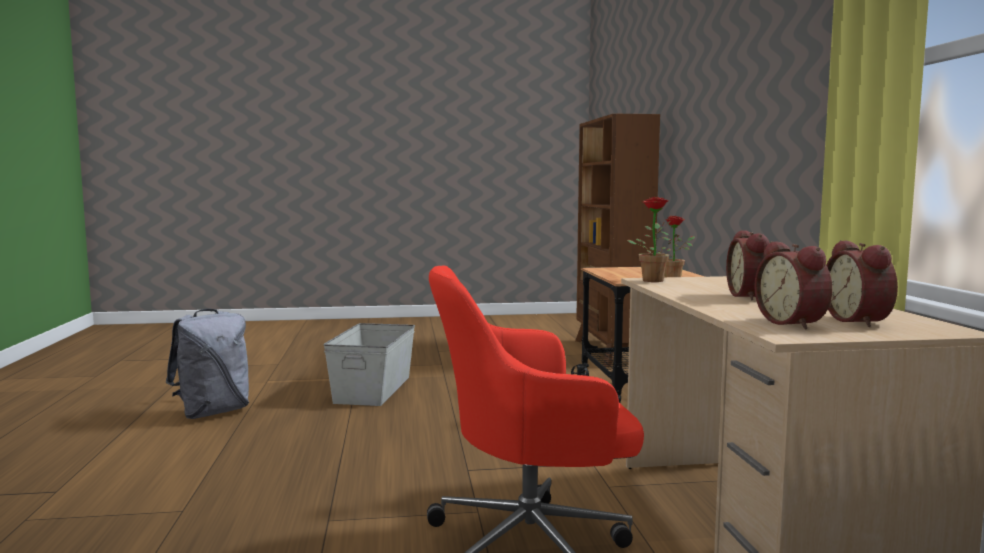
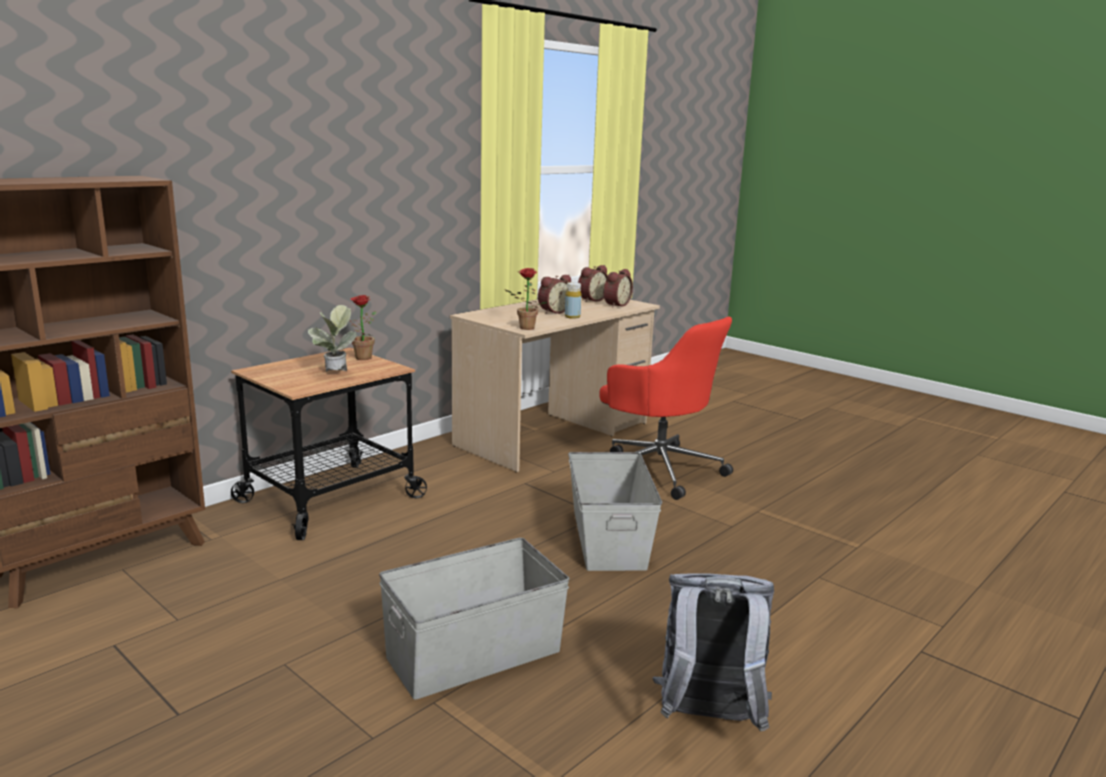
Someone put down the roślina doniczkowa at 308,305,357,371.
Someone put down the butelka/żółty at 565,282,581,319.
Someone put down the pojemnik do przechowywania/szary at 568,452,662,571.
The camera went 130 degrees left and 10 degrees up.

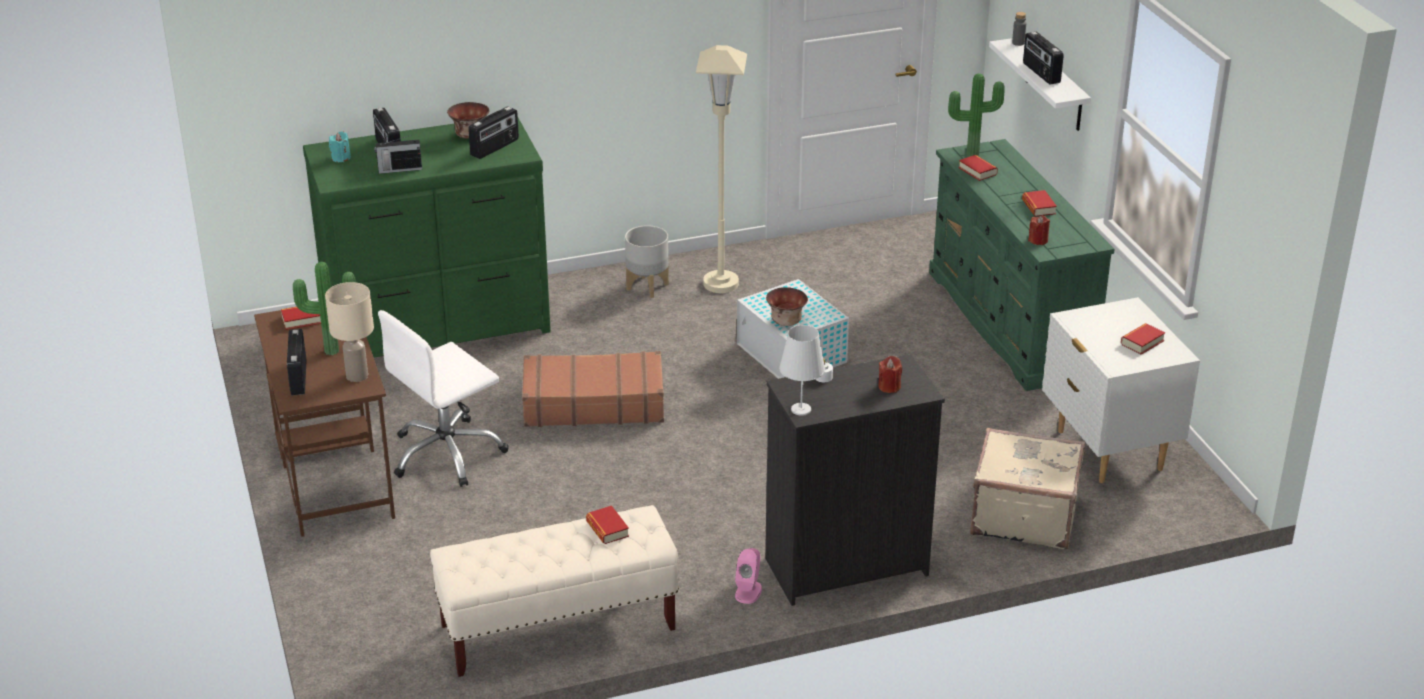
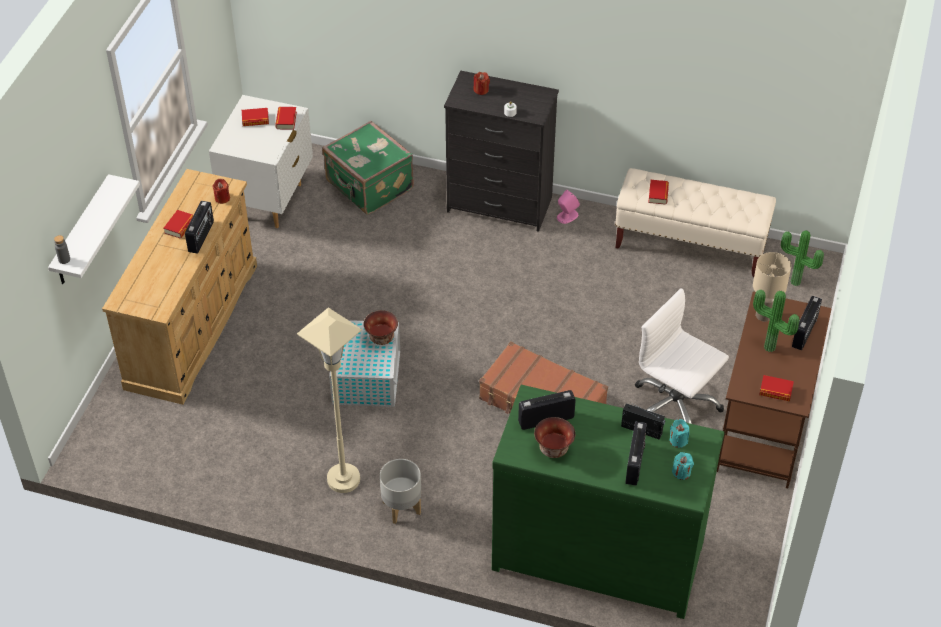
Someone took away the lampa stołowa/biały at 779,325,825,416.
Someone put down the świeca/turkusowy at 670,419,689,448.
Someone carried the roślina doniczkowa from 948,74,1005,157 to 781,230,824,286.
Someone carried the książka from 959,155,998,181 to 275,107,297,130.
Someone carried the radio from 1023,32,1064,85 to 185,201,214,254.
Someone repainted the komoda/zielony at 929,139,1115,391, which became the komoda/beżowy at 102,169,257,405.
Someone repainted the walizka/beżowy at 970,428,1085,549, which became the walizka/zielony at 322,121,414,215.
Someone rotated the krzesło biurowe/biały at 378,310,508,487 by 135 degrees counterclockwise.
The camera went 145 degrees left and 15 degrees up.

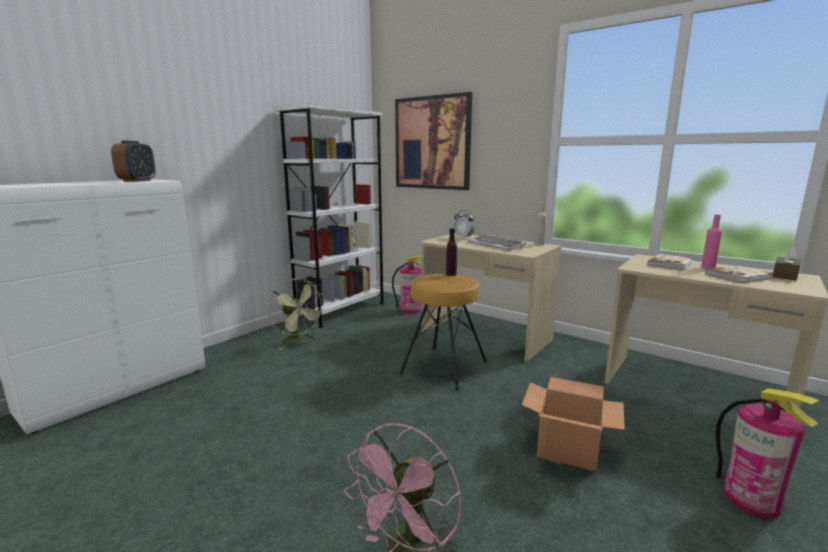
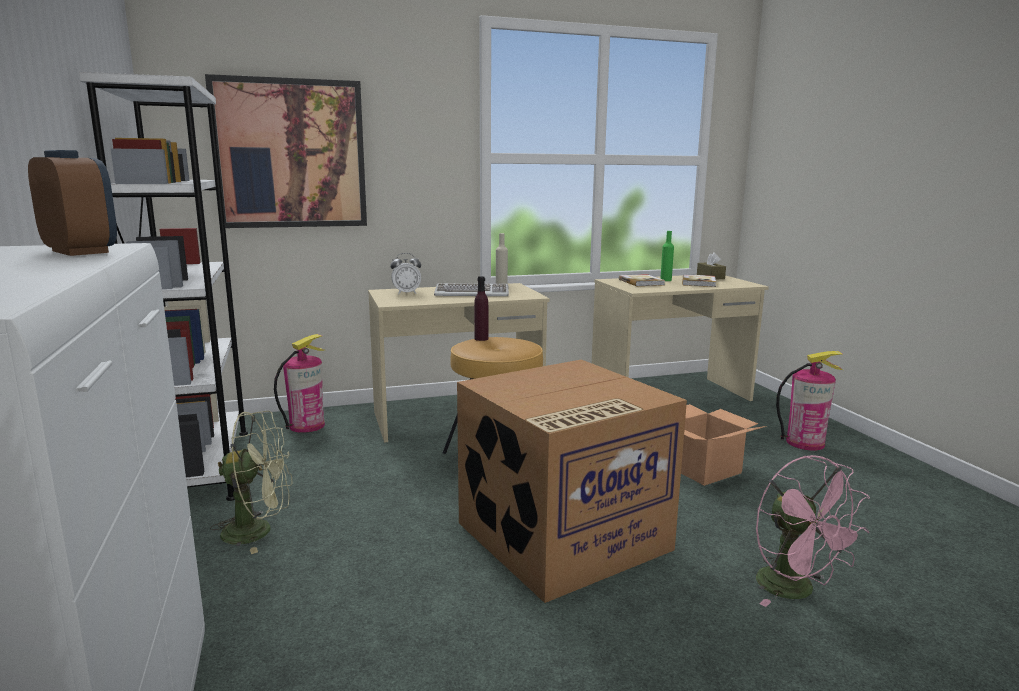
Someone put down the karton at 457,360,687,603.
Someone repainted the butelka/różowy at 701,214,722,269, which became the butelka/zielony at 660,231,674,281.
The camera went 55 degrees left and 0 degrees up.

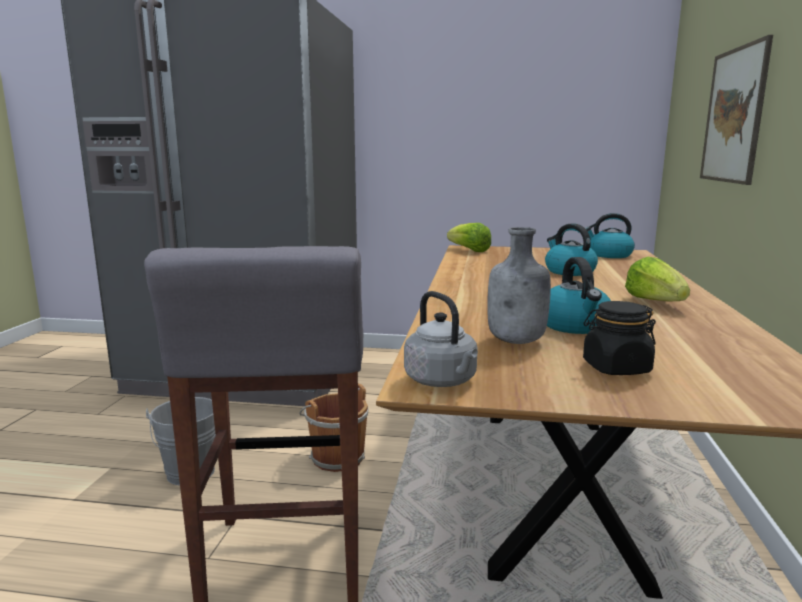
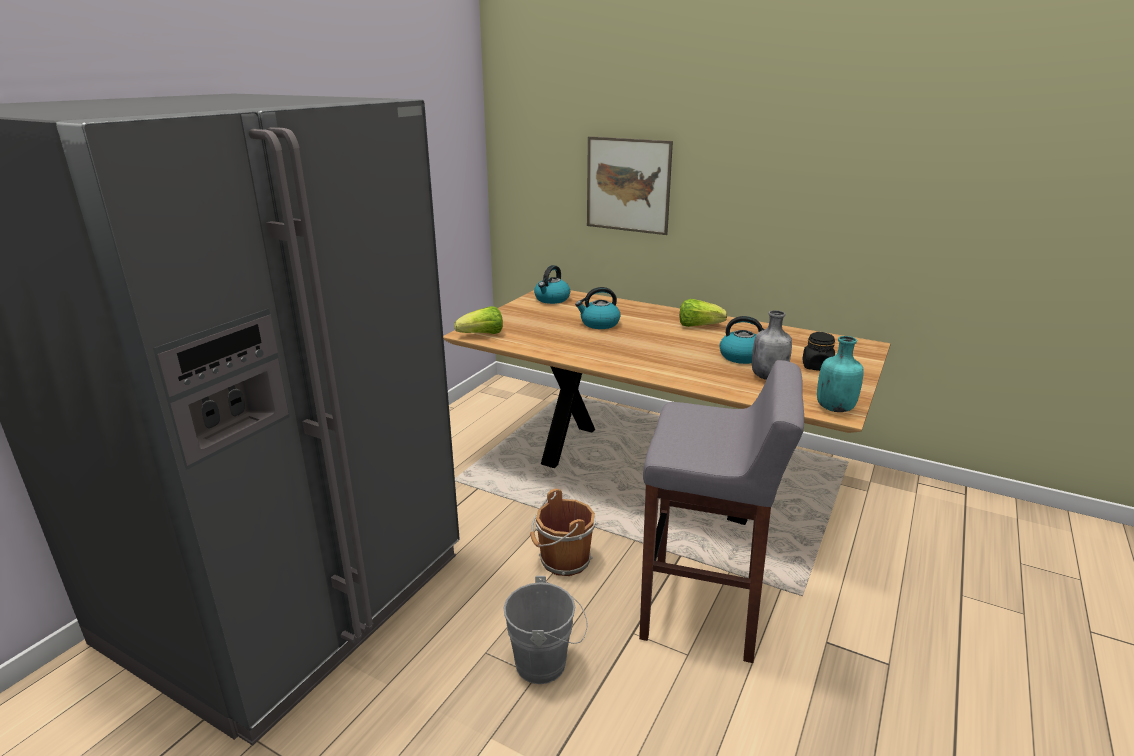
Someone swapped the czajnik/szary at 404,291,478,387 for the butelka/turkusowy at 817,336,864,412.
The camera went 70 degrees left and 10 degrees up.

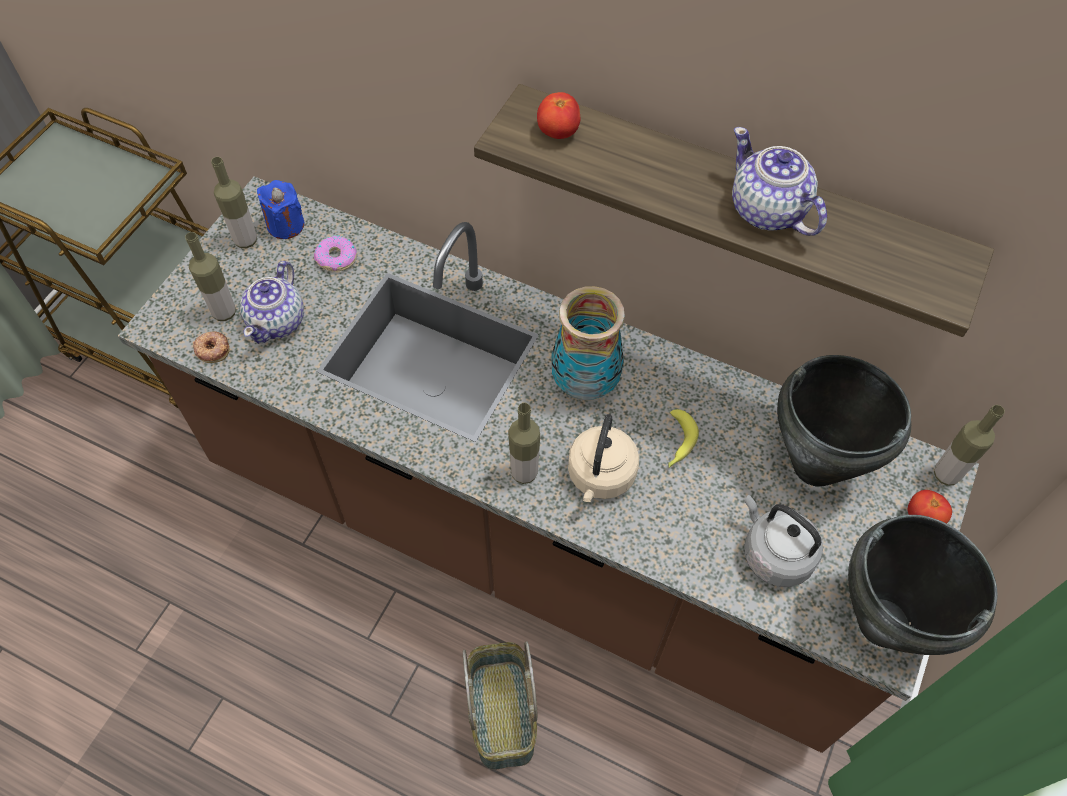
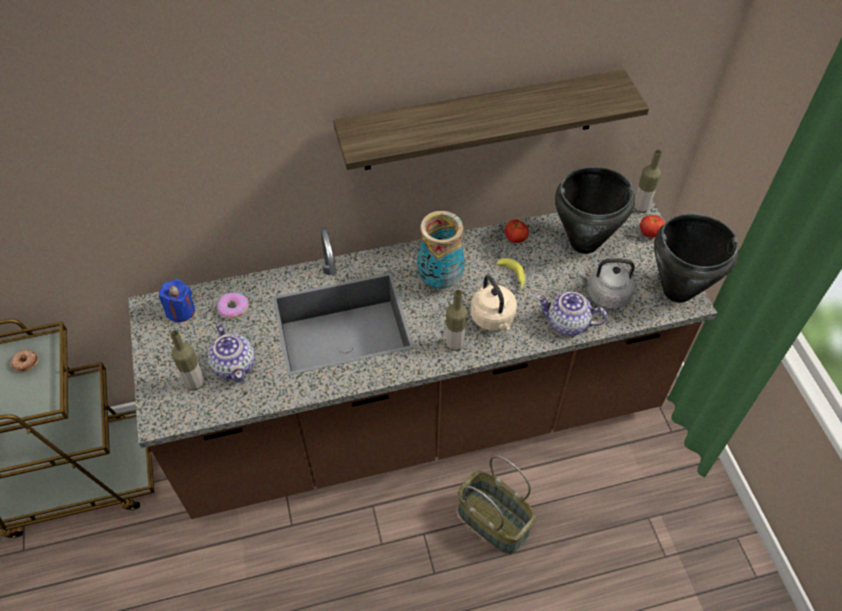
Someone took away the butelka at 211,157,257,248.
Someone carried the donut from 193,331,230,363 to 10,350,38,372.
Someone carried the pomidor from 537,92,580,139 to 505,219,529,243.
Someone carried the imbryk from 732,127,827,236 to 536,291,607,336.
The camera went 40 degrees left and 5 degrees down.

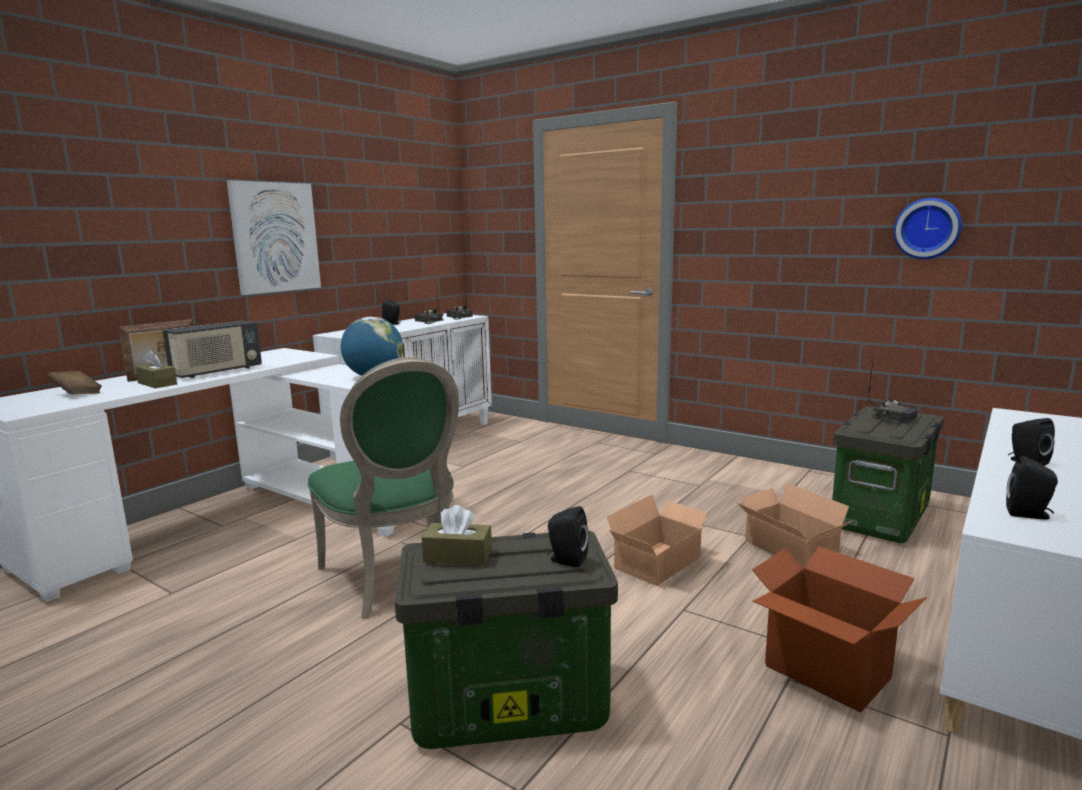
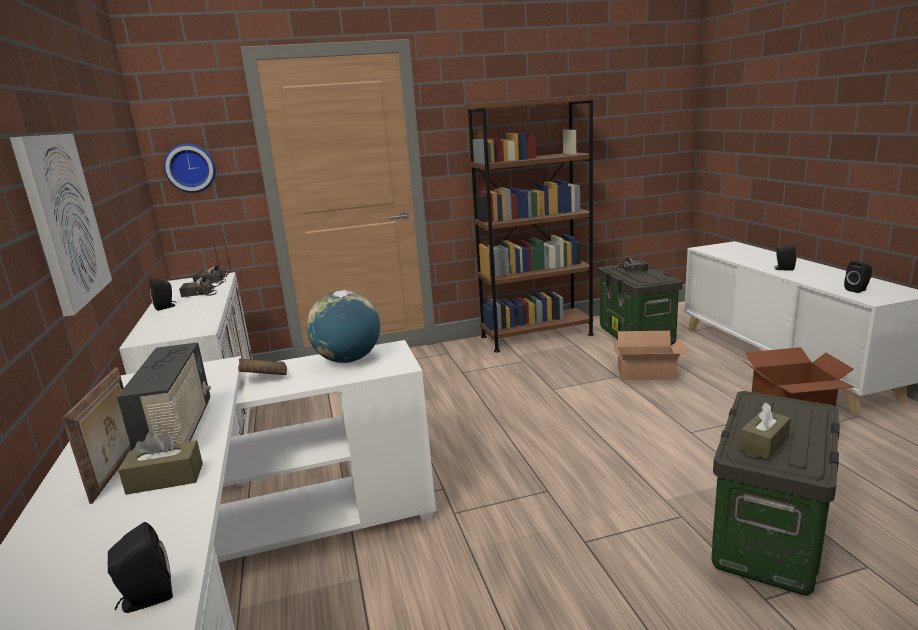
Someone took away the krzesło/zielony at 307,357,459,618.
Someone took away the karton at 607,494,715,586.
Someone put down the regał/brązowy at 465,95,596,353.
Someone carried the książka/brązowy from 48,371,102,394 to 238,358,287,375.
Someone carried the głośnik/czarny from 547,506,589,567 to 108,522,173,613.
Someone carried the zegar ścienny from 894,198,962,259 to 164,143,216,193.
The camera went 50 degrees left and 5 degrees up.

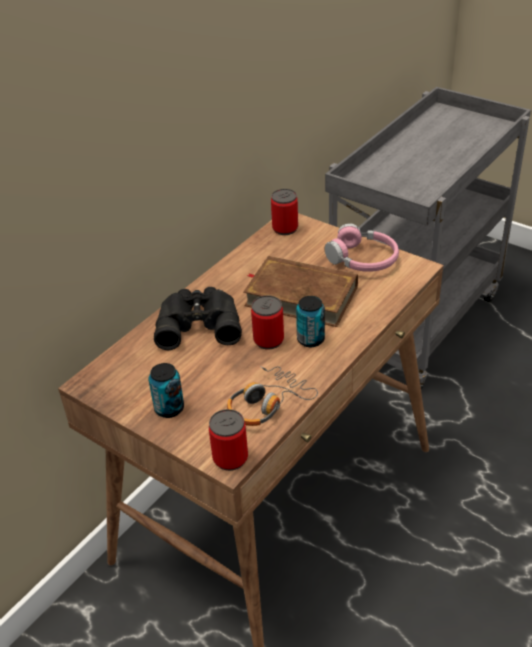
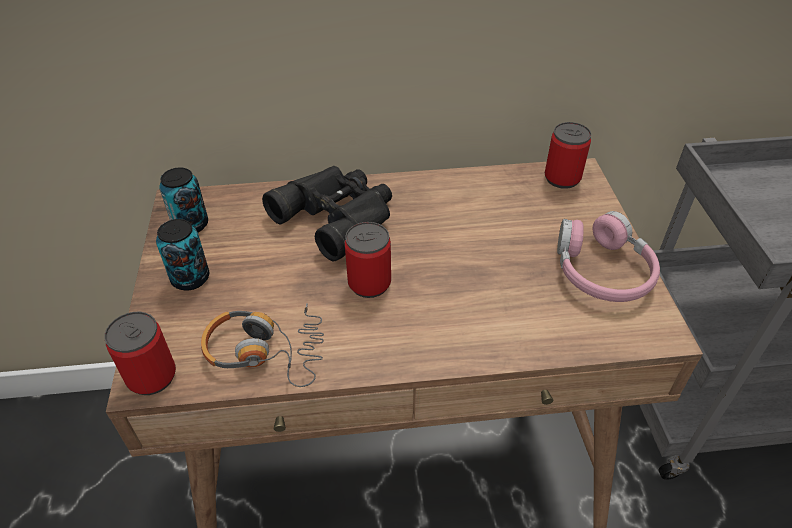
Someone took away the książka/brązowy at 243,256,358,327.
Someone carried the puszka from 296,296,325,347 to 159,167,208,232.
The camera went 45 degrees right and 5 degrees up.

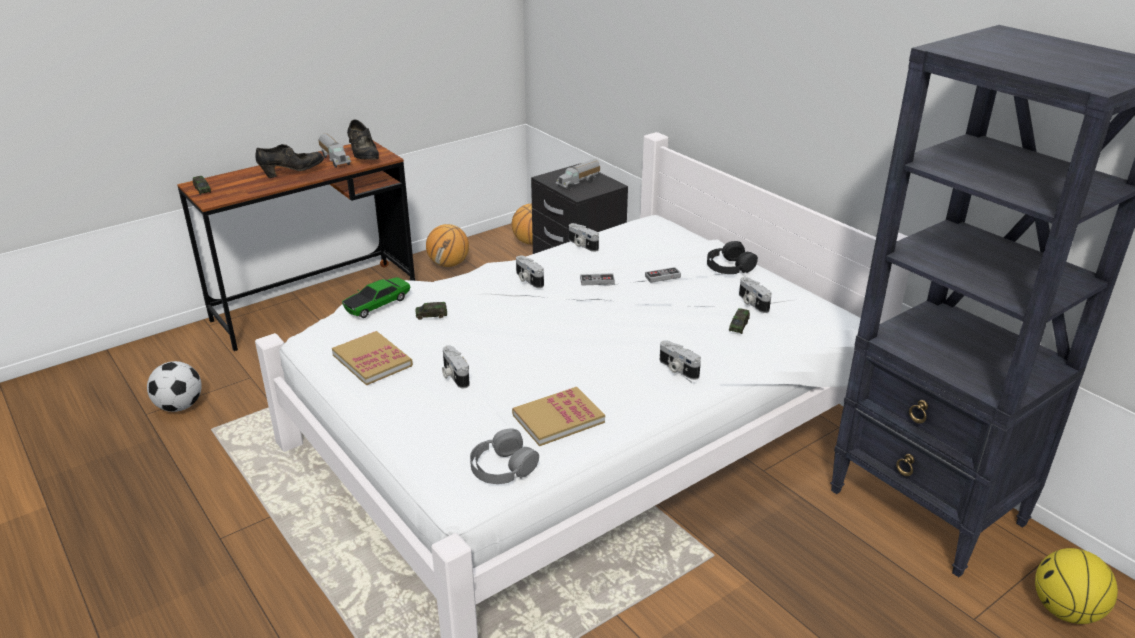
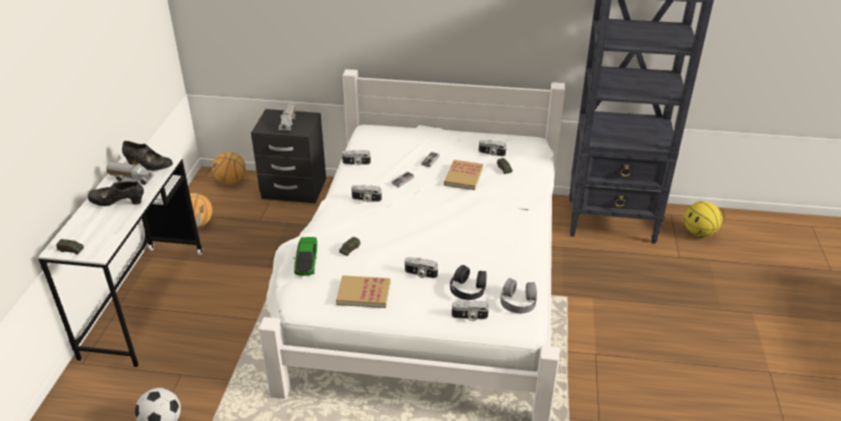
Someone carried the książka from 512,387,605,446 to 444,160,483,190.
Someone carried the aparat fotograficzny from 660,340,701,380 to 452,300,489,321.
Someone carried the słuchawki/czarny from 707,241,758,274 to 450,265,487,300.
Someone repainted the biurko/brązowy at 177,141,415,351, which became the biurko/biały at 38,155,203,367.
Someone rotated the but/czarny at 255,144,324,178 by 105 degrees counterclockwise.
The camera went 45 degrees left and 5 degrees up.

